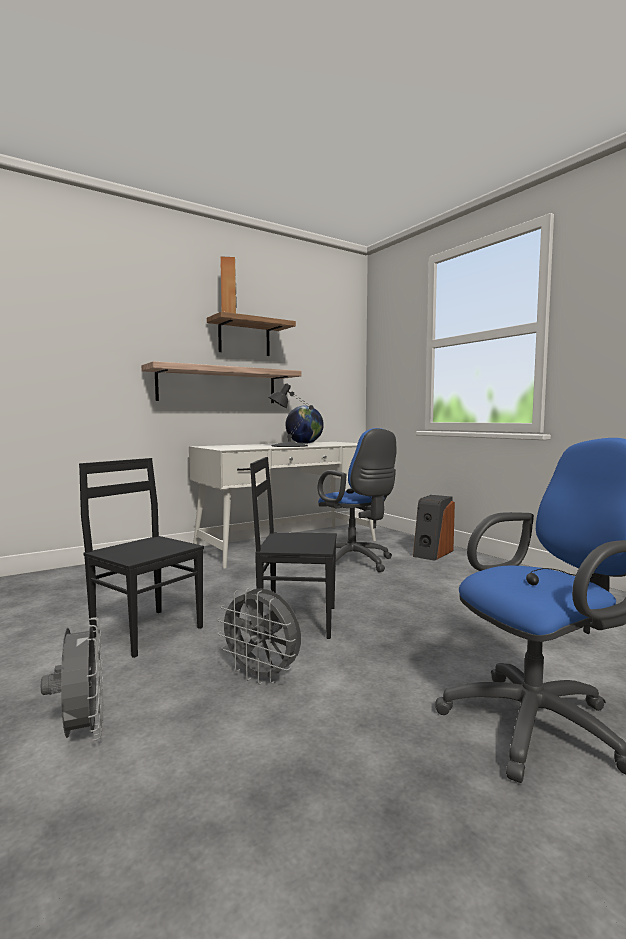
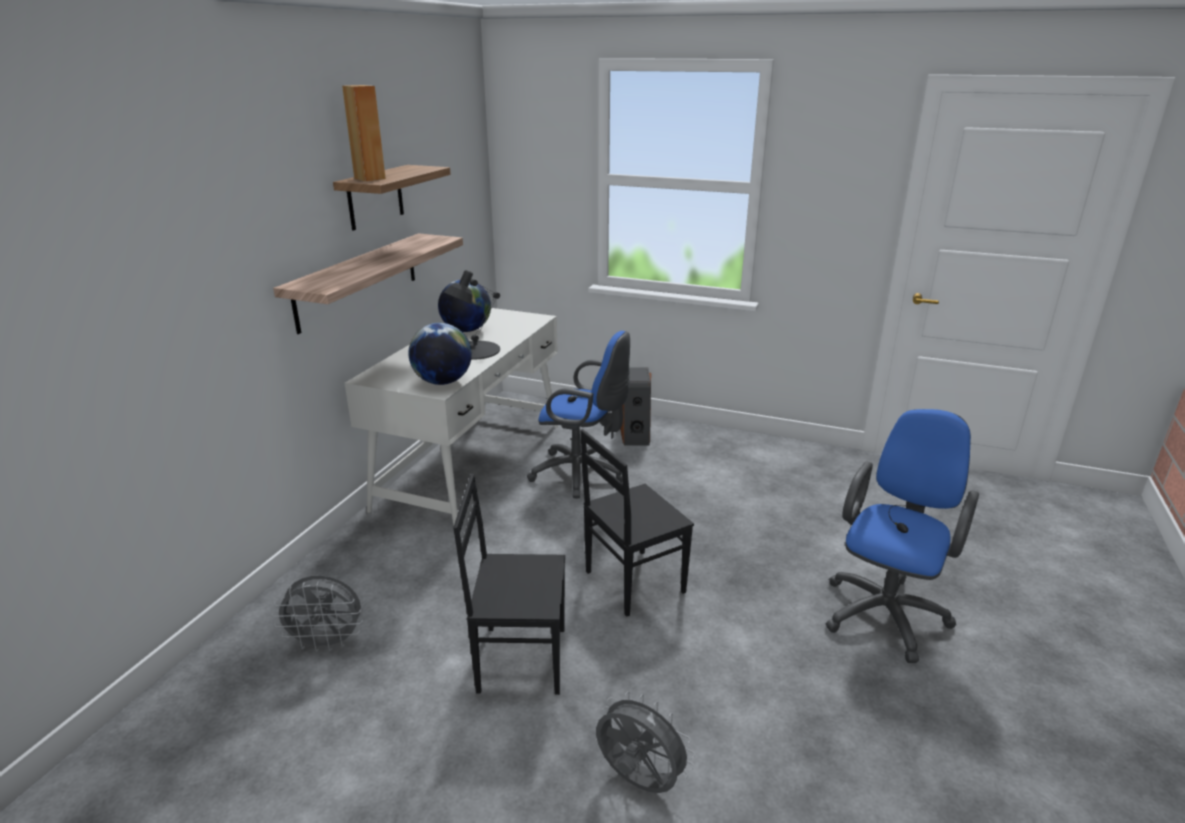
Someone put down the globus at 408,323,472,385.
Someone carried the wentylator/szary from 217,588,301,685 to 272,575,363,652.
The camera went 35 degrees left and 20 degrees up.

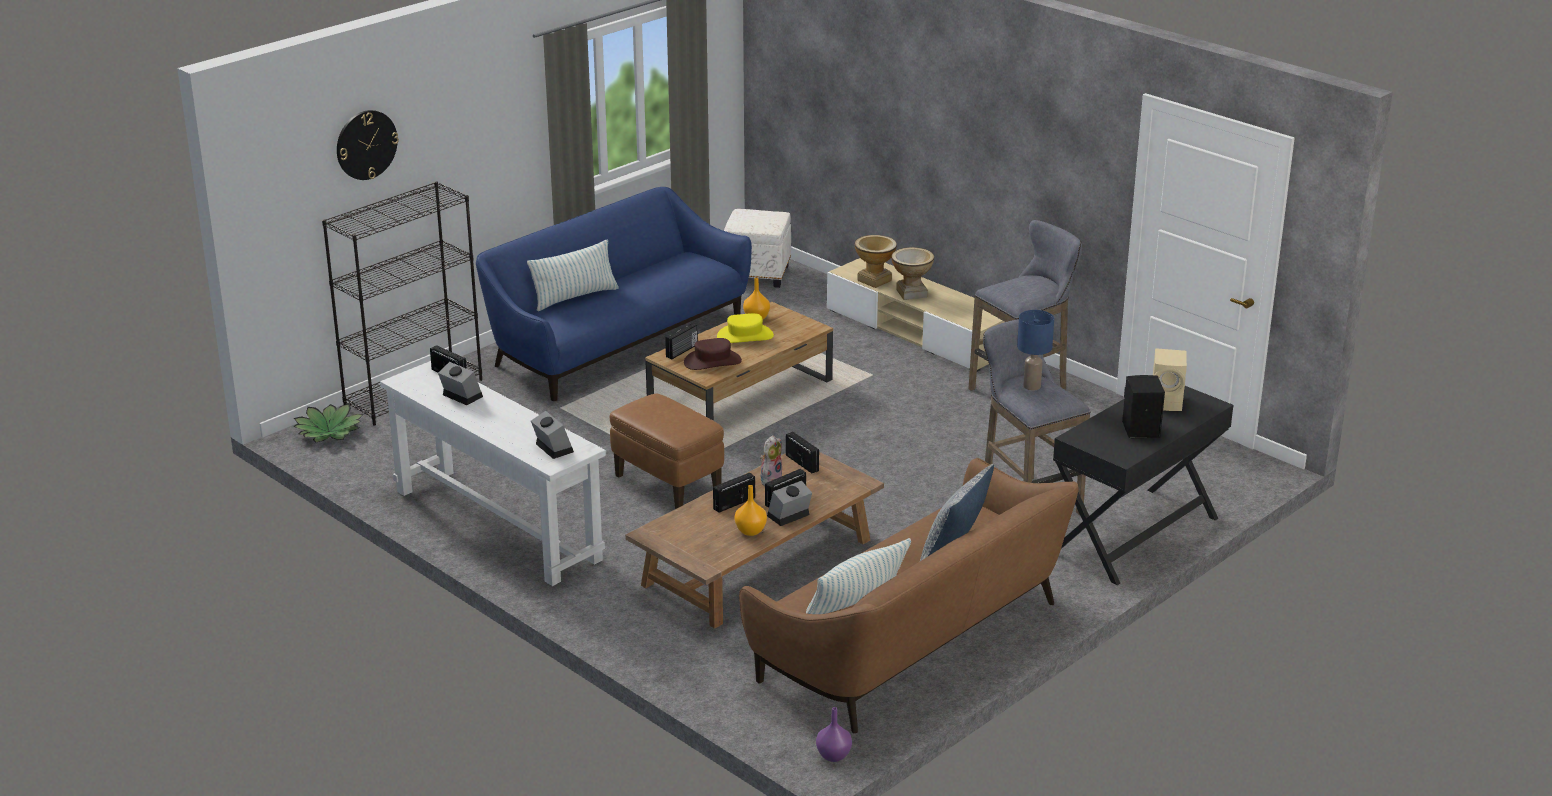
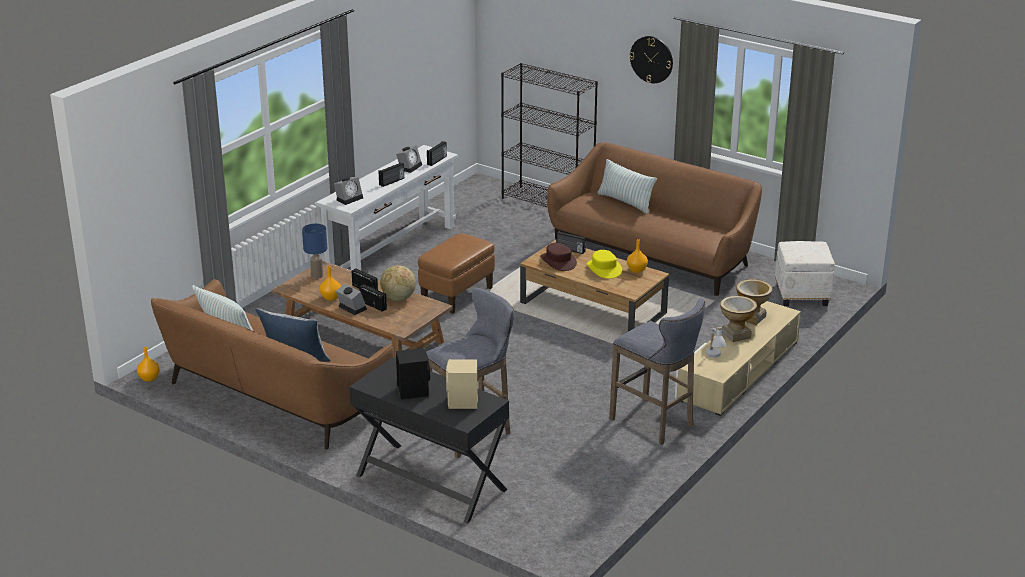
Someone took away the roślina doniczkowa at 293,404,364,443.
Someone put down the lampa stołowa/biały at 706,327,726,358.
Someone carried the zegar ścienny from 337,110,399,180 to 629,36,673,83.
Someone carried the radio from 786,432,819,473 to 379,162,404,187.
Someone carried the lampa stołowa/niebieski from 1017,310,1054,391 to 302,224,327,279.
Someone swapped the pluszak at 760,435,782,486 for the globus at 380,265,416,301.
Someone repainted the kanapa/niebieski at 476,187,752,401, which became the kanapa/brązowy at 547,142,762,296.
Someone repainted the wazon/fioletowy at 816,707,852,762, which became the wazon/pomarańczowy at 137,347,160,382.
The camera went 80 degrees right and 0 degrees up.

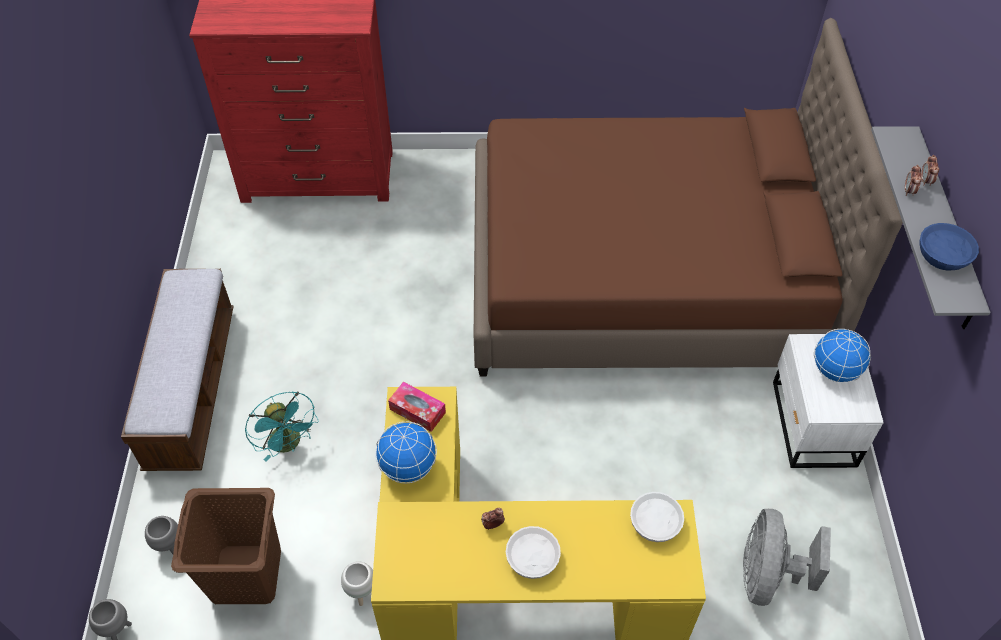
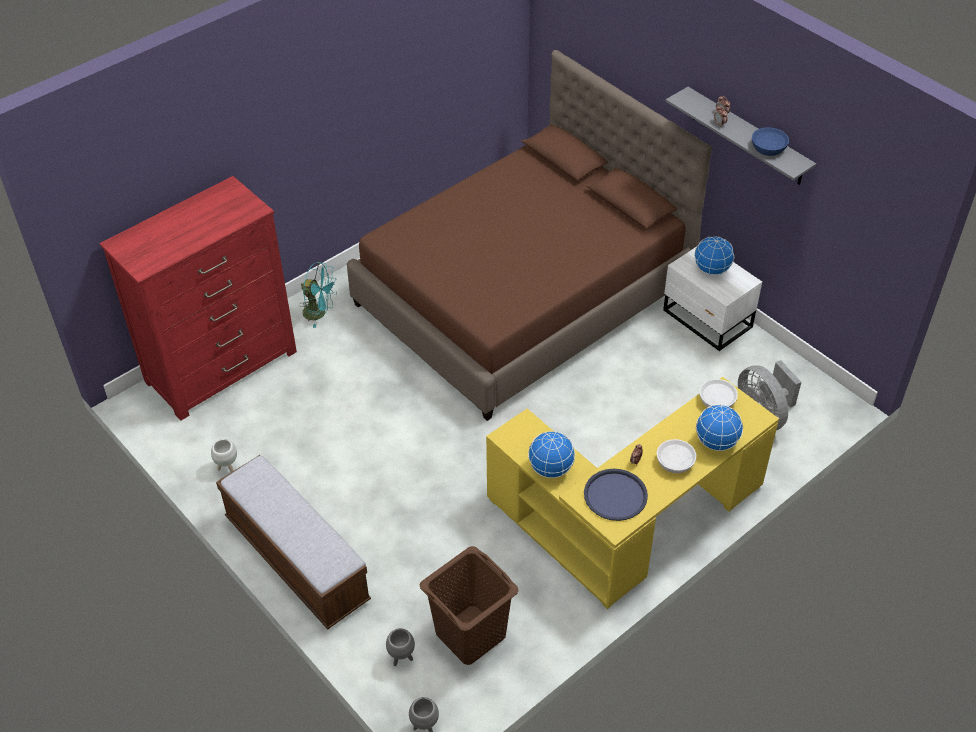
Someone took away the pudełko chusteczek at 388,382,446,432.
Someone put down the taca/niebieski at 584,469,648,521.
Someone put down the globus at 696,404,743,451.
Someone carried the wentylator/turkusowy from 245,391,319,461 to 299,262,337,328.
Someone carried the donica/biały from 341,561,373,606 to 211,439,237,472.
The camera went 40 degrees left and 5 degrees down.

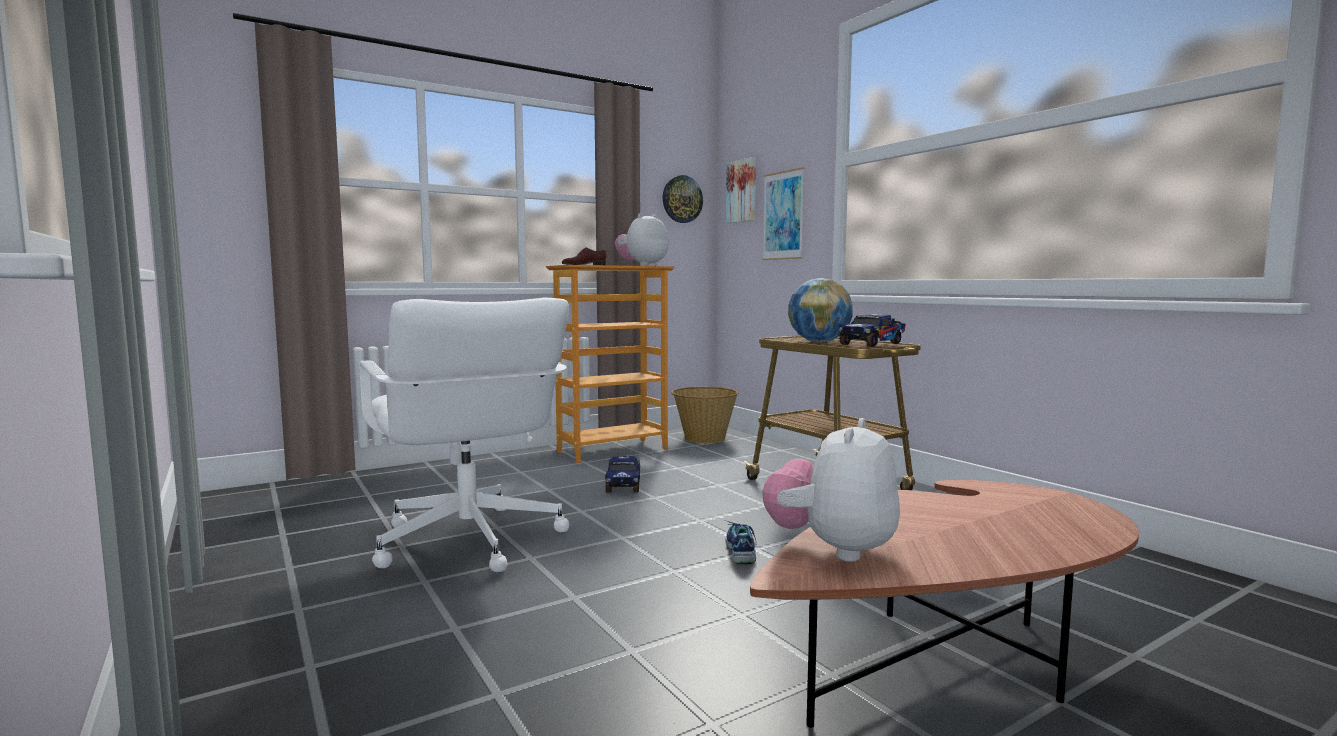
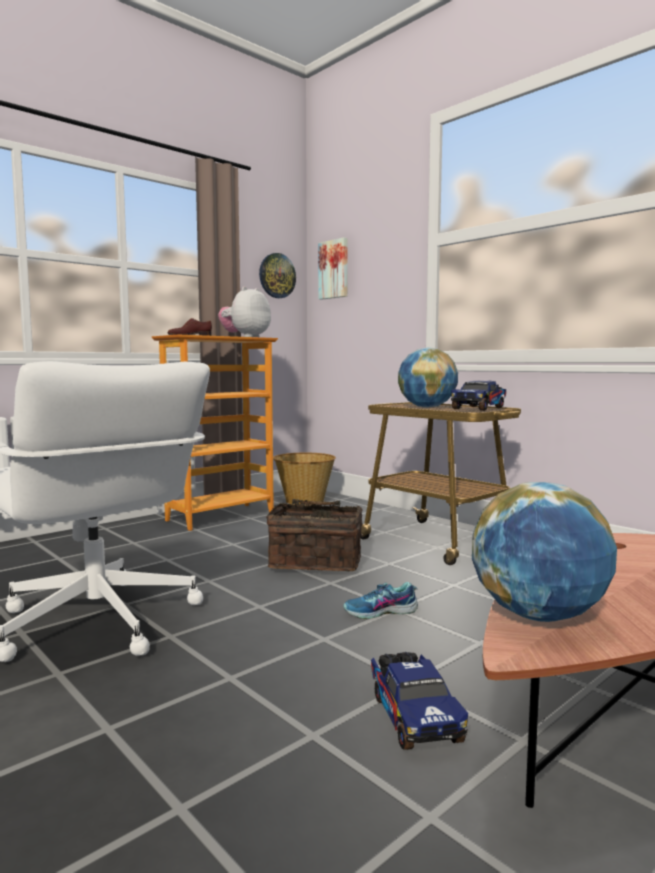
Someone took away the obraz at 763,167,804,260.
Someone put down the koszyk at 266,498,363,571.
Someone carried the ciężarówka zabawkowa from 605,456,640,492 to 371,652,468,750.
Someone swapped the pluszak at 763,418,900,562 for the globus at 472,482,617,622.
Someone rotated the but at 725,521,756,565 by 90 degrees counterclockwise.
The camera went 10 degrees left and 0 degrees up.

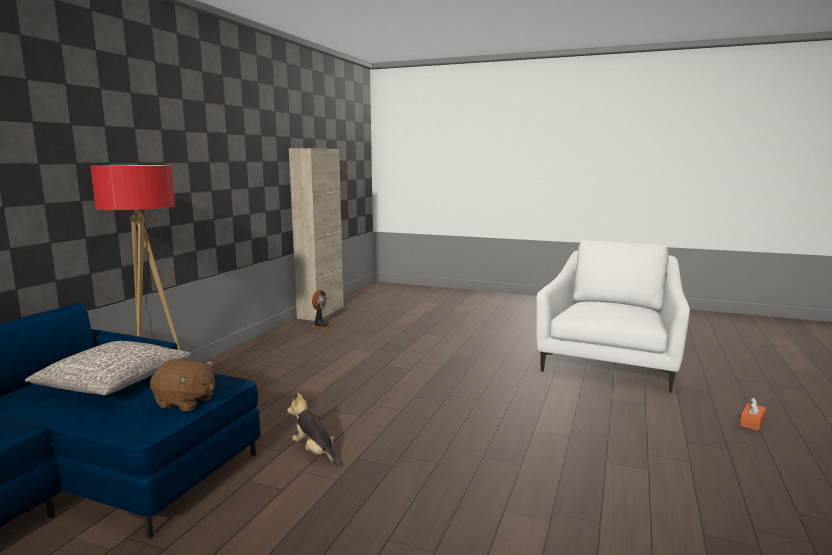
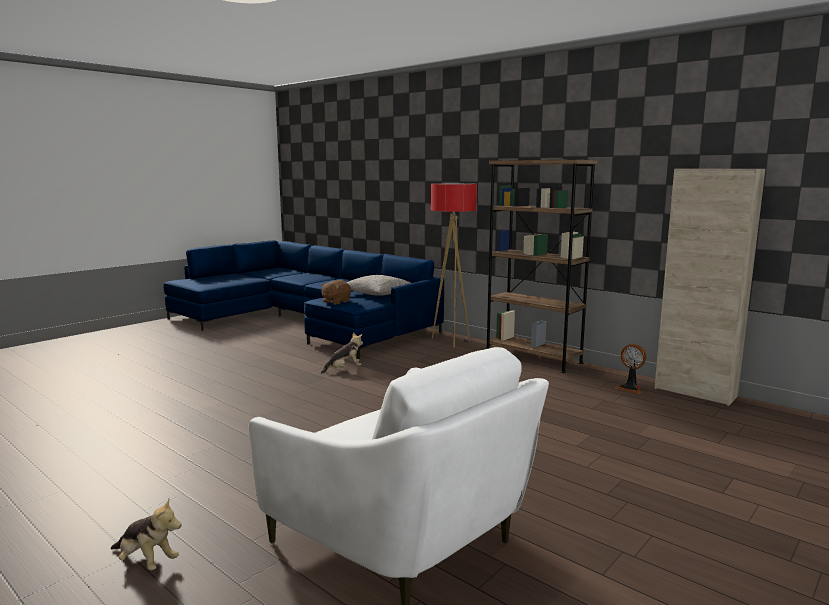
Someone put down the regał/brązowy at 487,159,598,373.
Someone swapped the pudełko chusteczek/pomarańczowy at 740,398,766,431 for the pluszak at 111,499,182,570.
The camera went 110 degrees right and 0 degrees up.

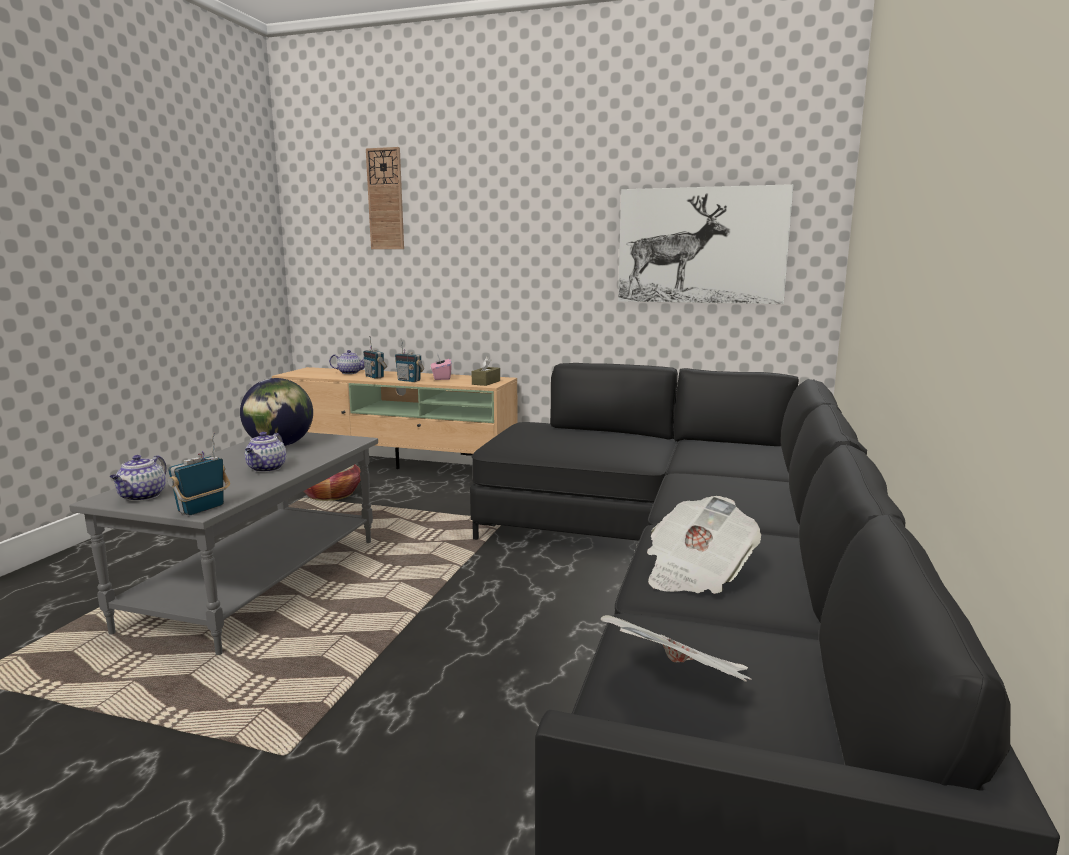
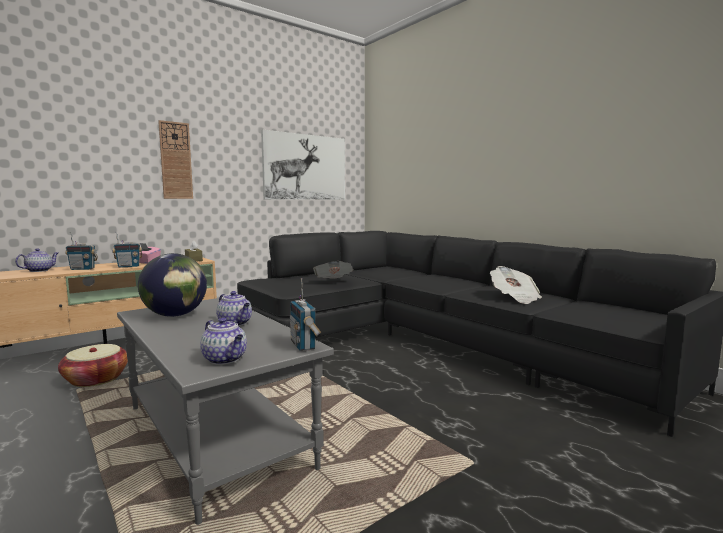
Someone carried the zegar ścienny from 366,147,404,249 to 158,120,193,199.
Someone carried the gazeta from 601,615,751,682 to 313,261,354,278.
The camera went 55 degrees left and 5 degrees down.

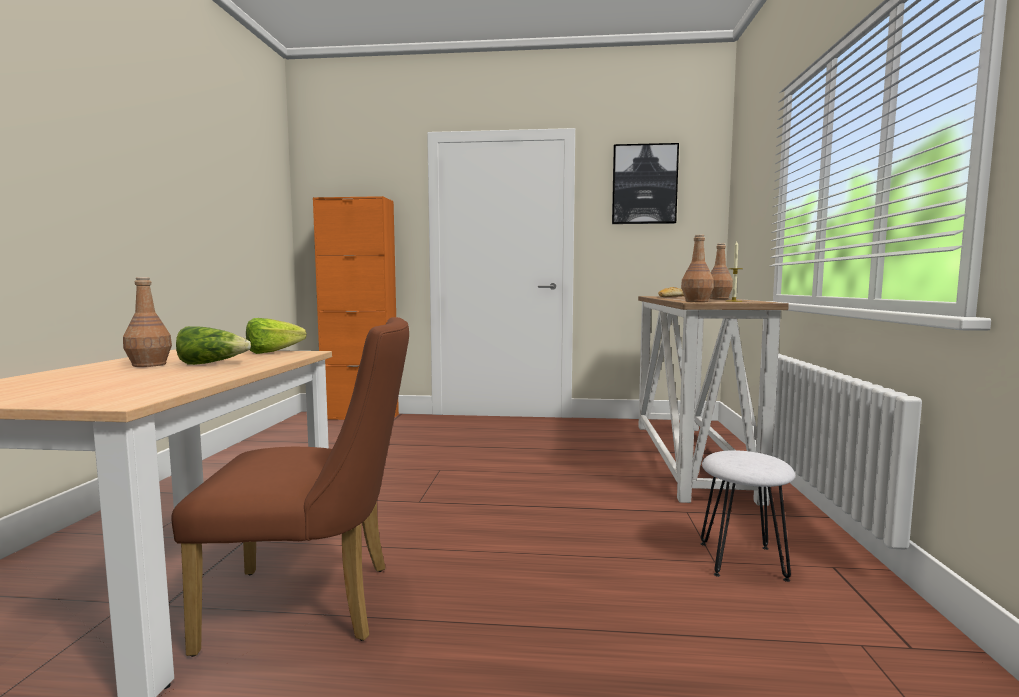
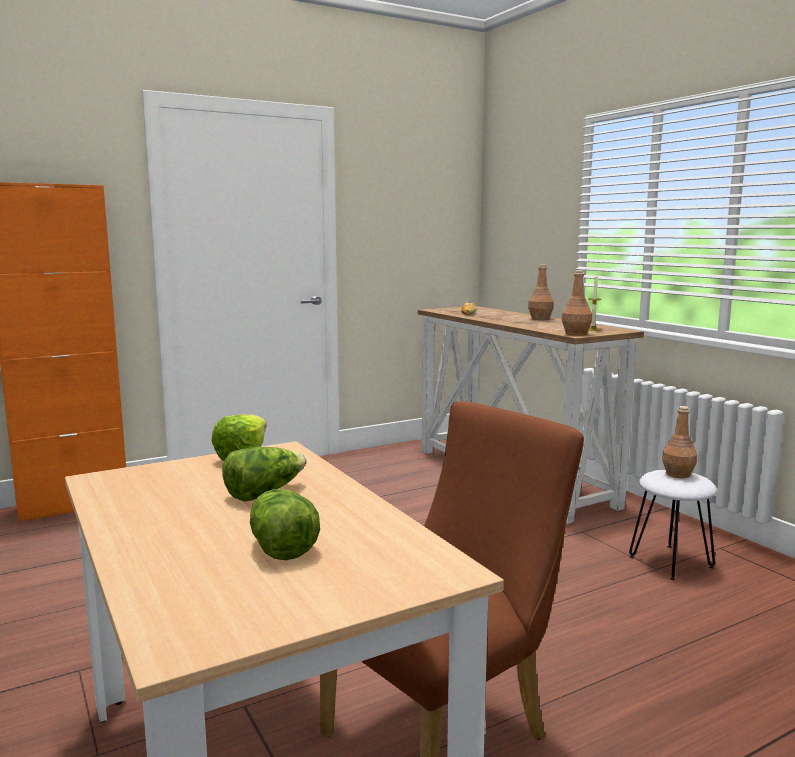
Someone took away the obraz at 612,143,679,224.
Someone put down the sałata at 250,489,320,560.
Someone carried the butelka/brązowy from 123,277,172,367 to 662,406,697,478.
The camera went 35 degrees left and 5 degrees up.

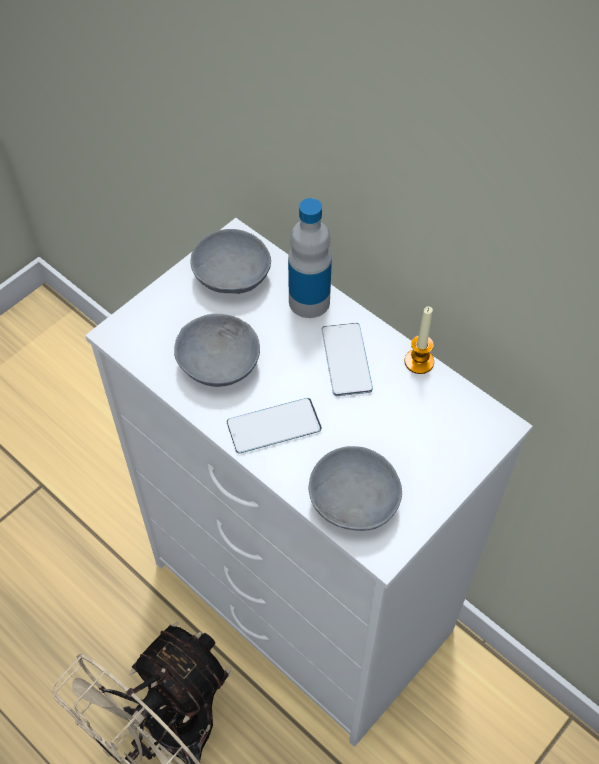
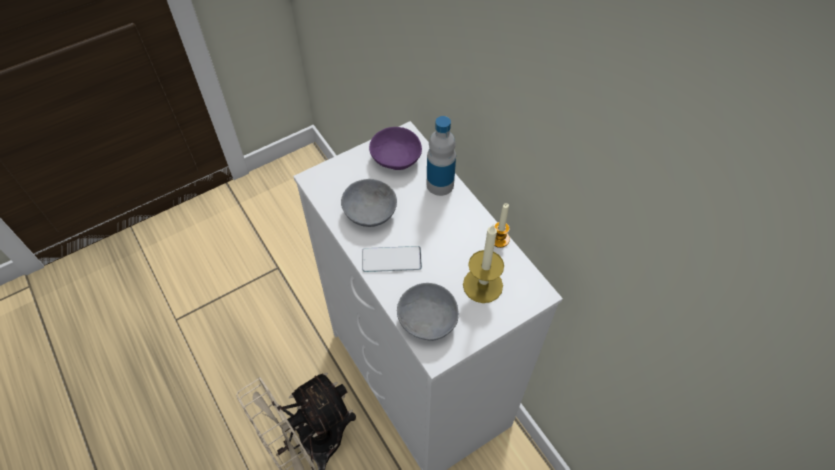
Someone took away the telefon at 322,323,373,396.
Someone put down the świeca at 463,224,504,303.
Someone repainted the miska/szary at 190,229,271,294, which became the miska/fioletowy at 369,127,422,170.
The camera went 15 degrees right and 0 degrees up.

